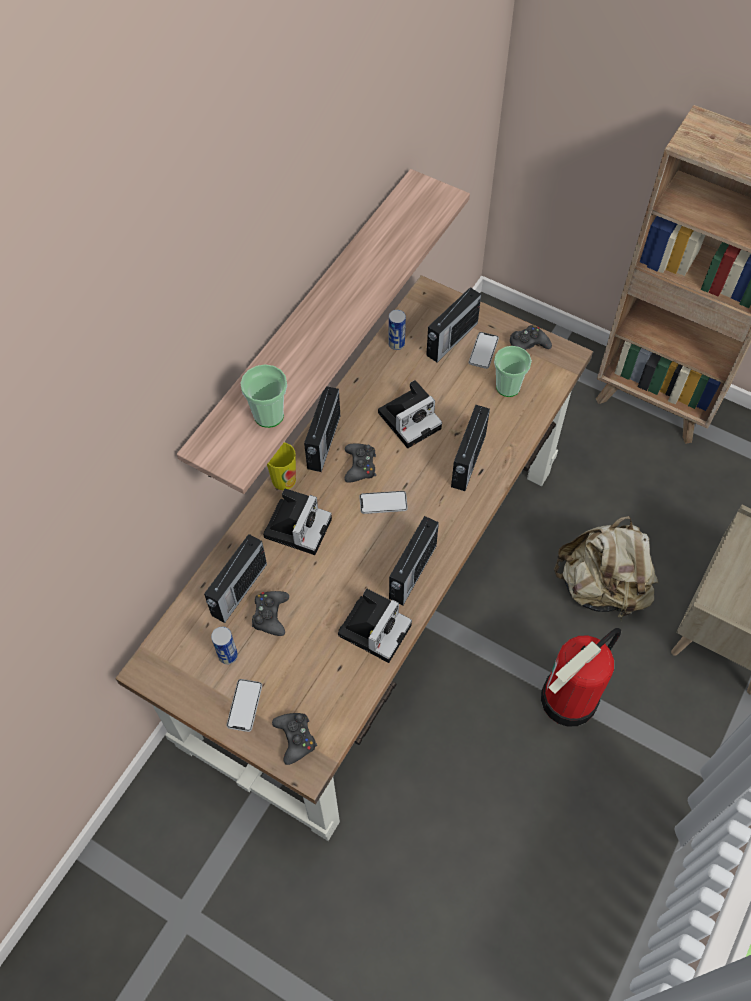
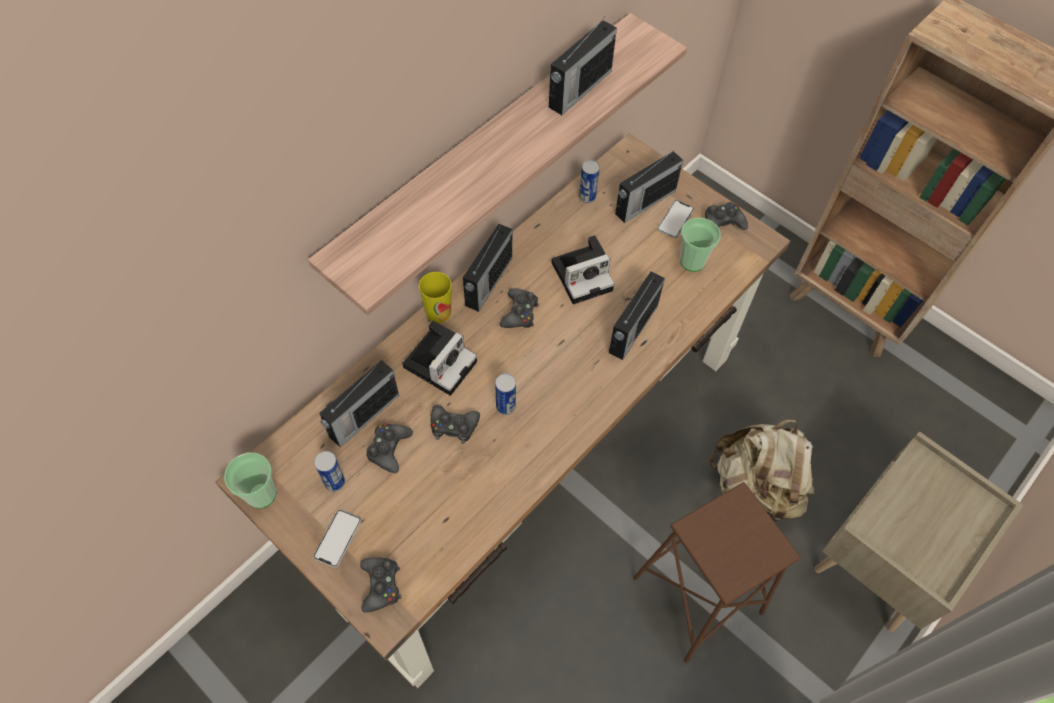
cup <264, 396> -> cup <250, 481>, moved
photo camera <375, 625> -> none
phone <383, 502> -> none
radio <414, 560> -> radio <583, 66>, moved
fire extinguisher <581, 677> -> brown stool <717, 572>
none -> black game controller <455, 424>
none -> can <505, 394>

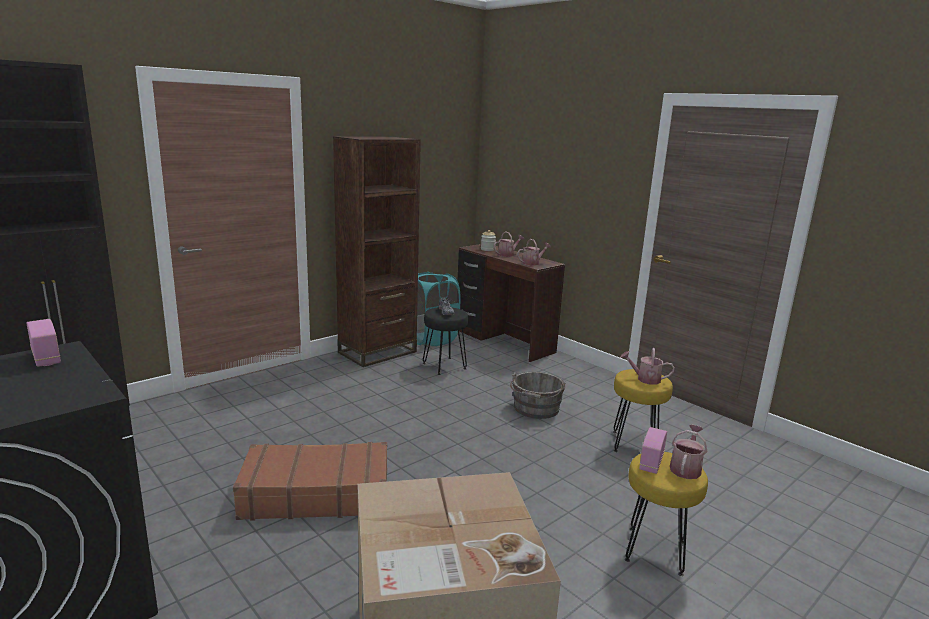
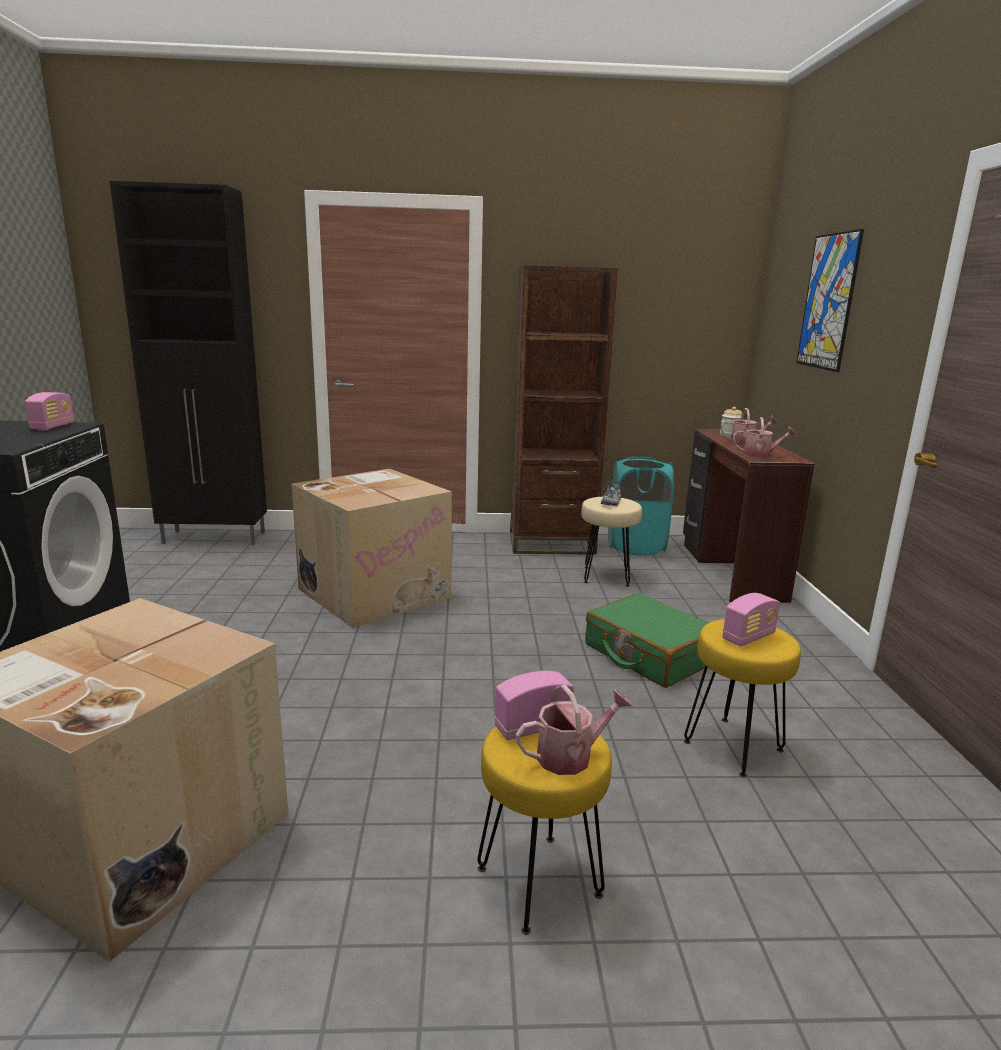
brown suitcase <310, 481> -> none
black stool <445, 341> -> beige stool <611, 541>
grey bucket <538, 395> -> green suitcase <646, 640>
watering can <648, 366> -> radio <751, 619>
none -> cardboard box <372, 548>
none -> picture <830, 300>

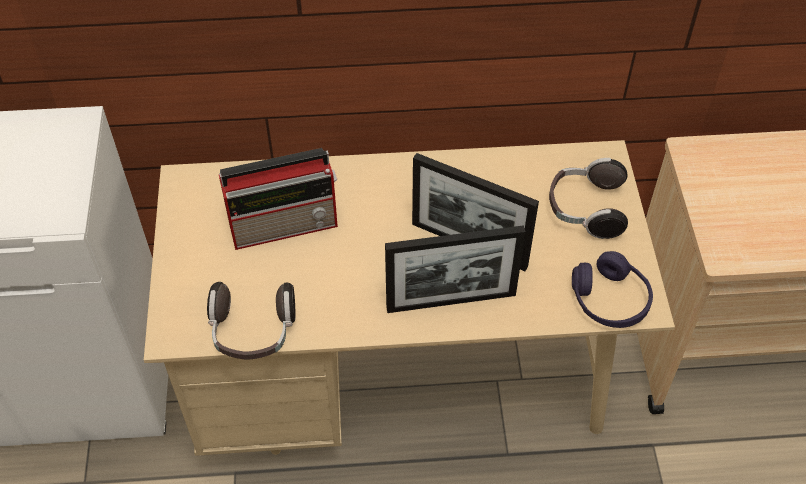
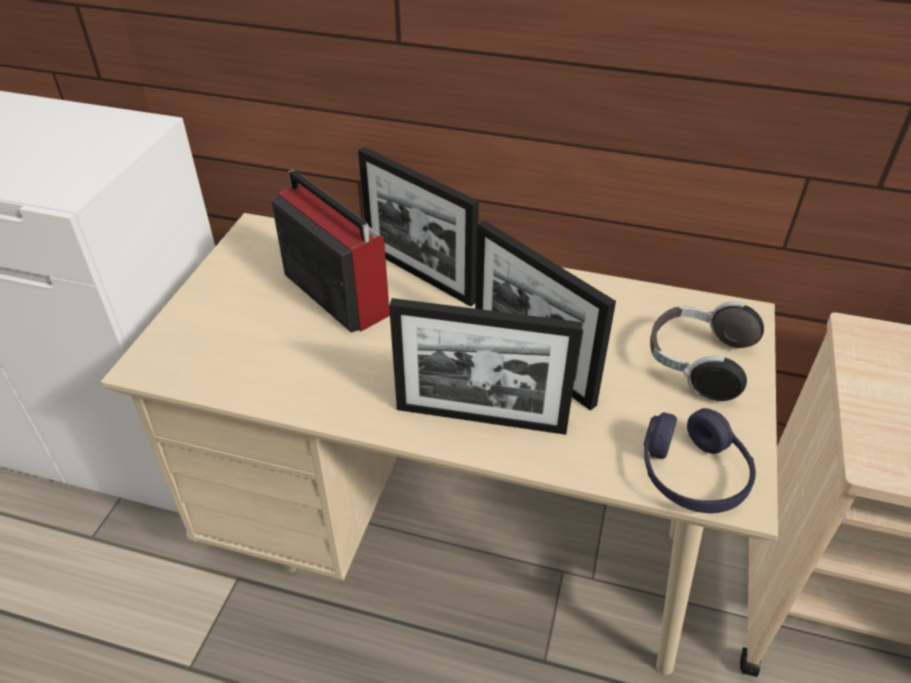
headphones <251, 321> -> none
radio <278, 199> -> radio <330, 251>, 135 degrees counterclockwise
none -> picture frame <418, 227>

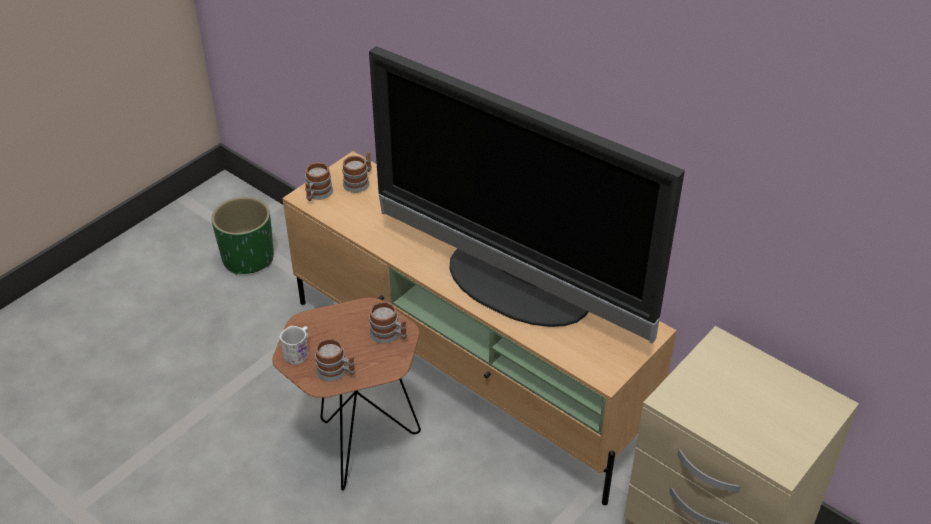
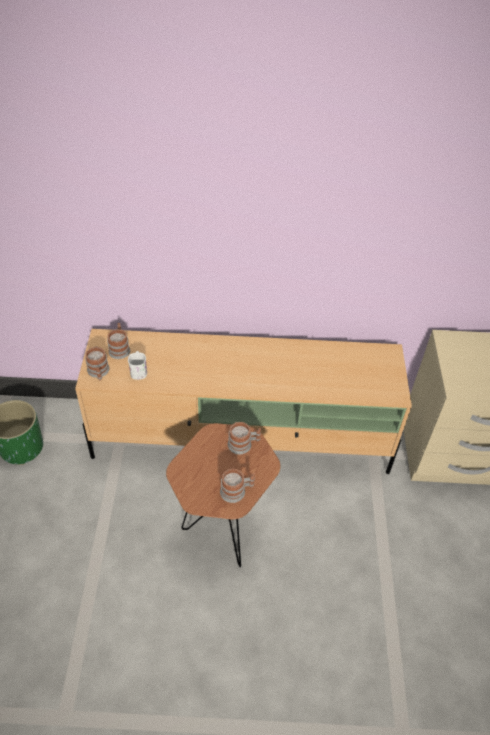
white mug <294, 345> -> white mug <137, 365>, moved
television <527, 195> -> none

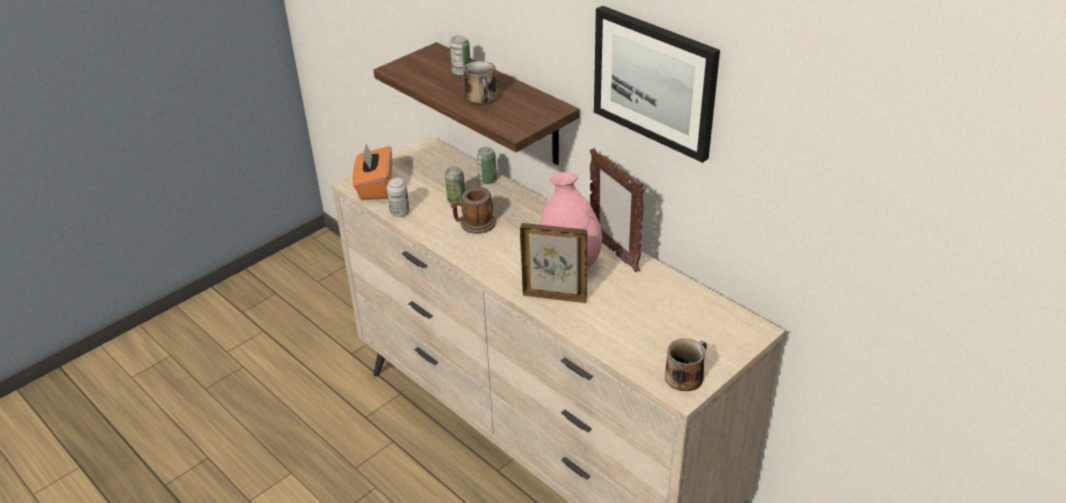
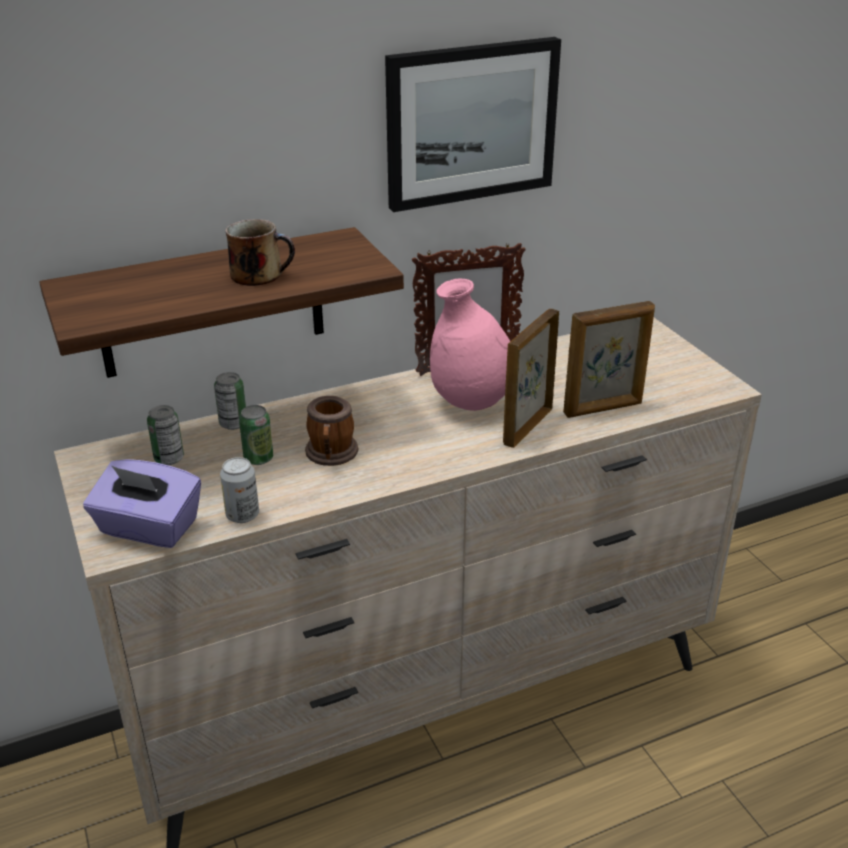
orange tissue box <372, 172> -> purple tissue box <142, 503>
can <460, 55> -> can <165, 435>, moved
mug <686, 364> -> none
none -> picture frame <609, 359>

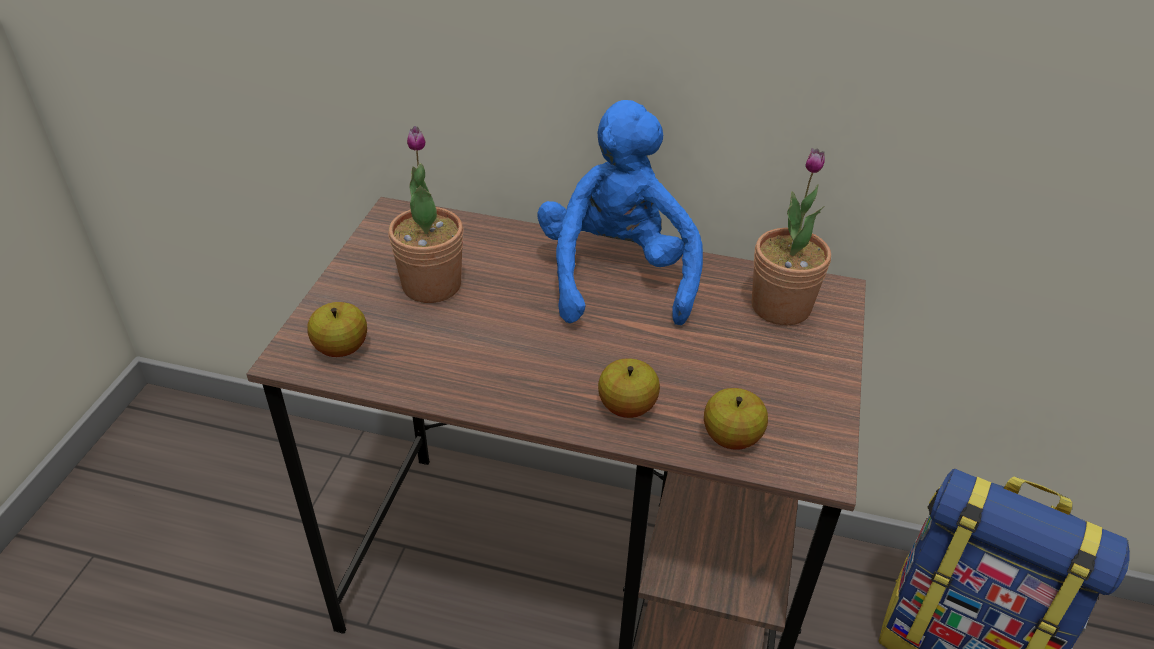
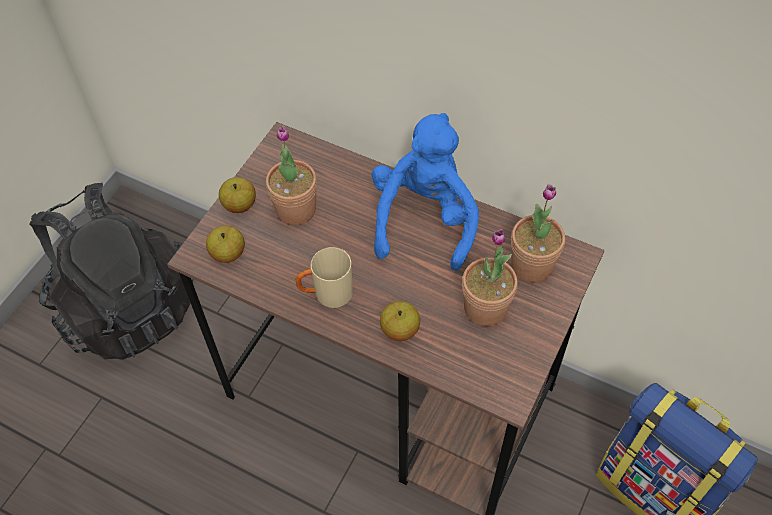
apple <736, 419> -> apple <237, 195>, moved
none -> black backpack <111, 271>
none -> beige mug <324, 277>
none -> potted plant <490, 277>

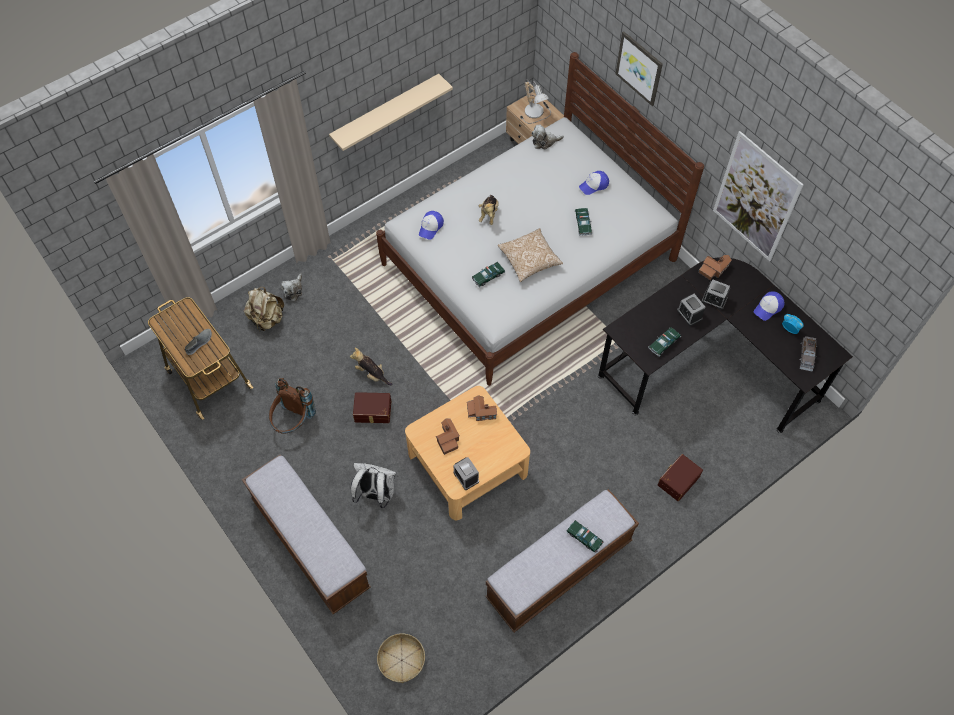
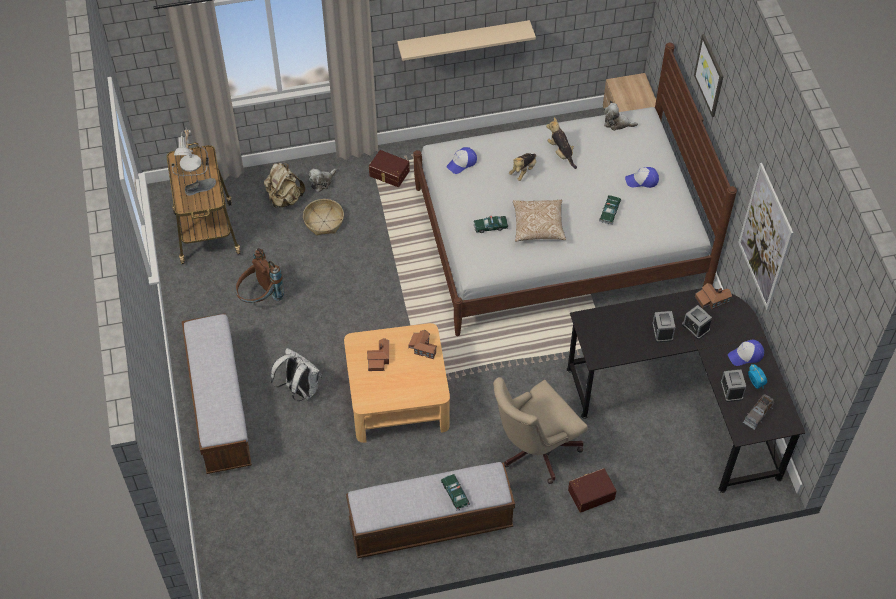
plush toy <371, 366> -> plush toy <561, 143>, moved
brown storage box <372, 407> -> brown storage box <389, 168>, moved
basket <401, 658> -> basket <323, 217>, moved
alarm clock <466, 473> -> alarm clock <733, 385>, moved
table lamp <535, 101> -> table lamp <190, 151>, moved
toy car <664, 342> -> none
none -> beige office chair <540, 430>

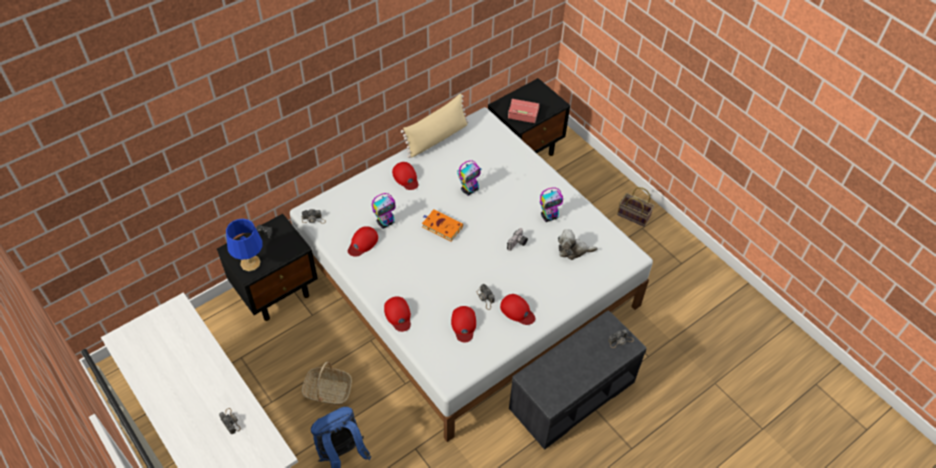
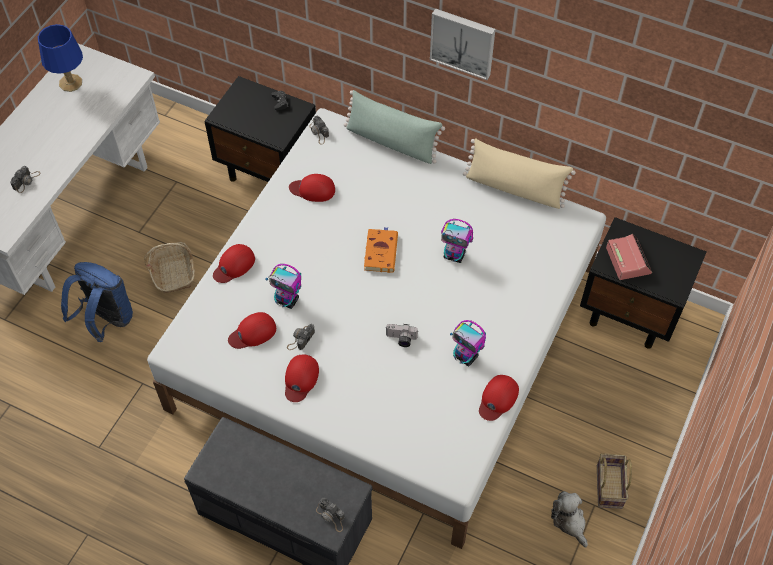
blue table lamp <244, 245> -> blue table lamp <60, 58>, moved
toy robot <384, 211> -> toy robot <283, 286>, moved
red cap <405, 176> -> red cap <499, 398>, moved
plush toy <578, 244> -> plush toy <569, 519>, moved
none -> green pillow <394, 127>
none -> picture <463, 44>

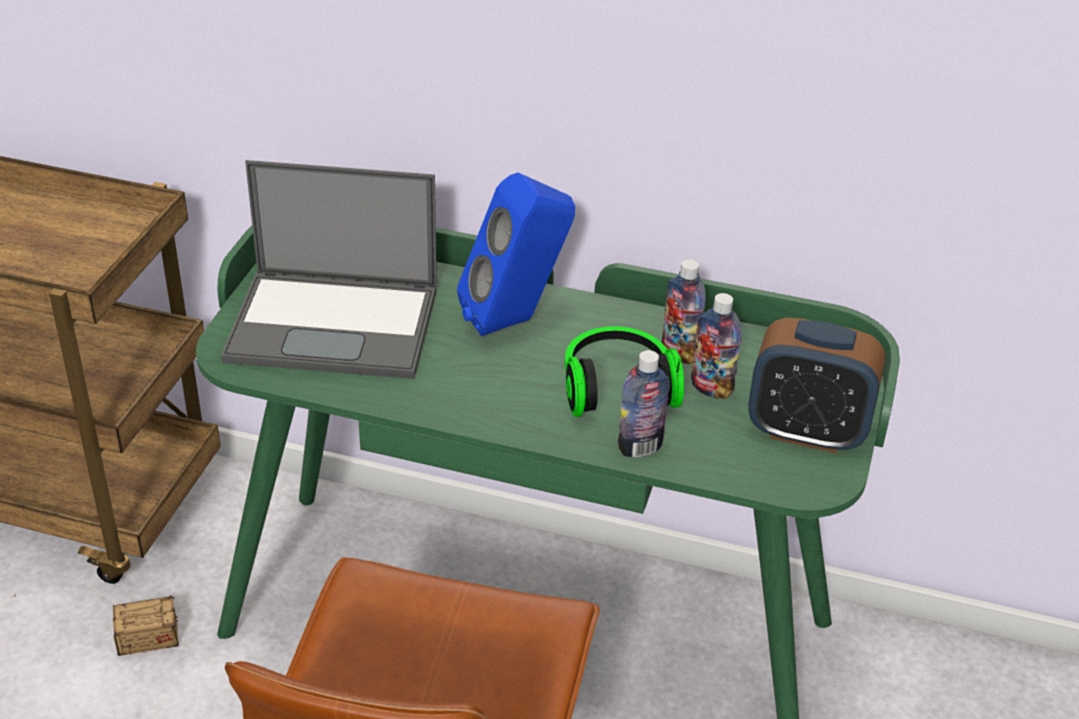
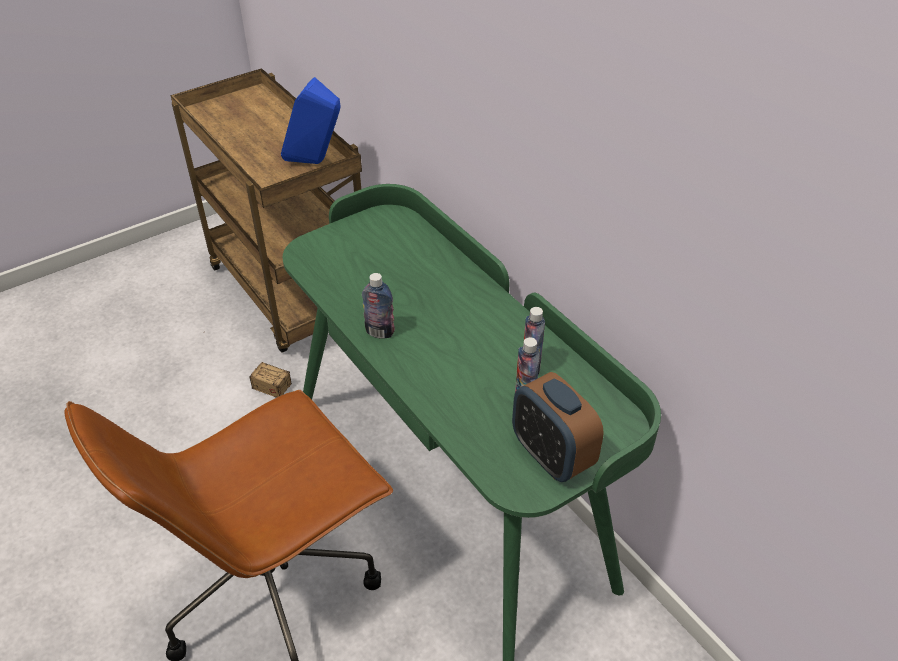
laptop <329, 269> -> none
blue speaker <516, 254> -> blue speaker <310, 120>, moved
headphones <624, 371> -> none
bottle <644, 403> -> bottle <378, 306>, moved

